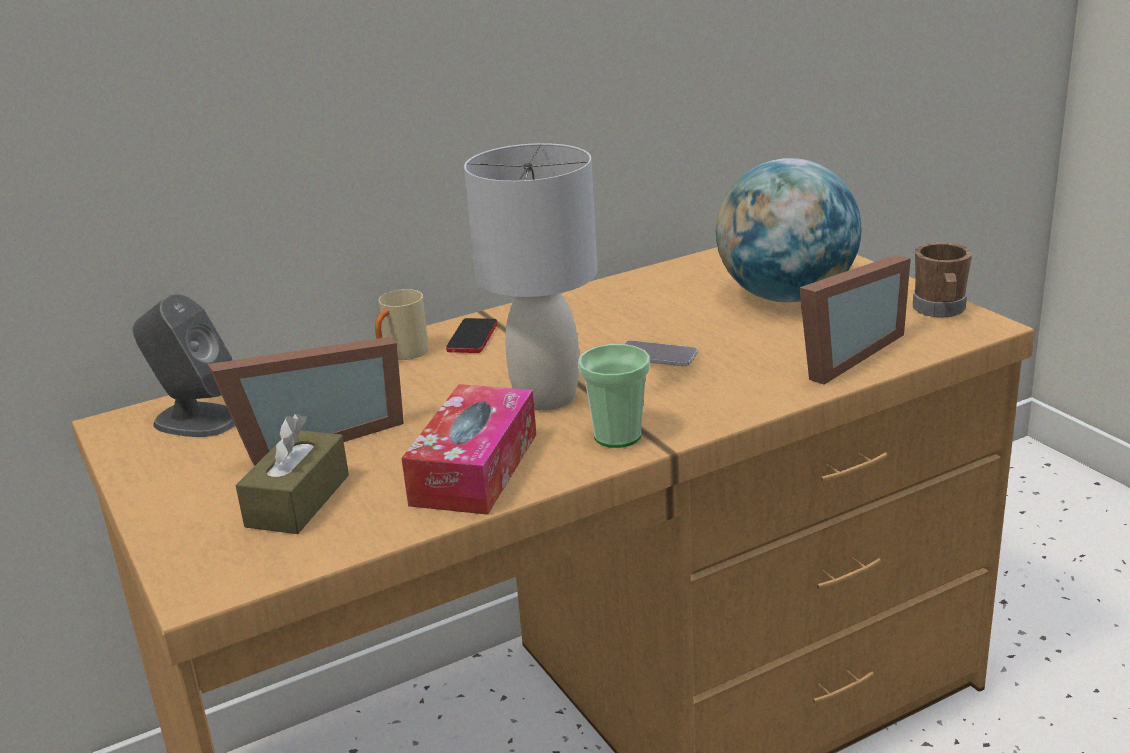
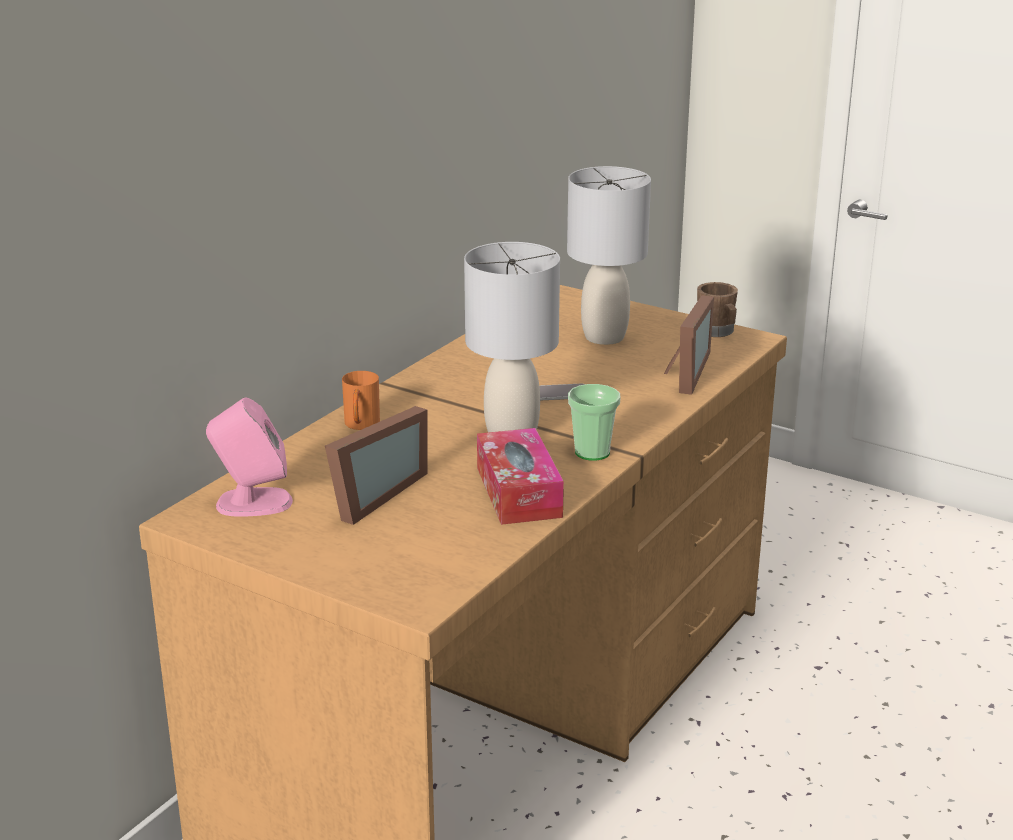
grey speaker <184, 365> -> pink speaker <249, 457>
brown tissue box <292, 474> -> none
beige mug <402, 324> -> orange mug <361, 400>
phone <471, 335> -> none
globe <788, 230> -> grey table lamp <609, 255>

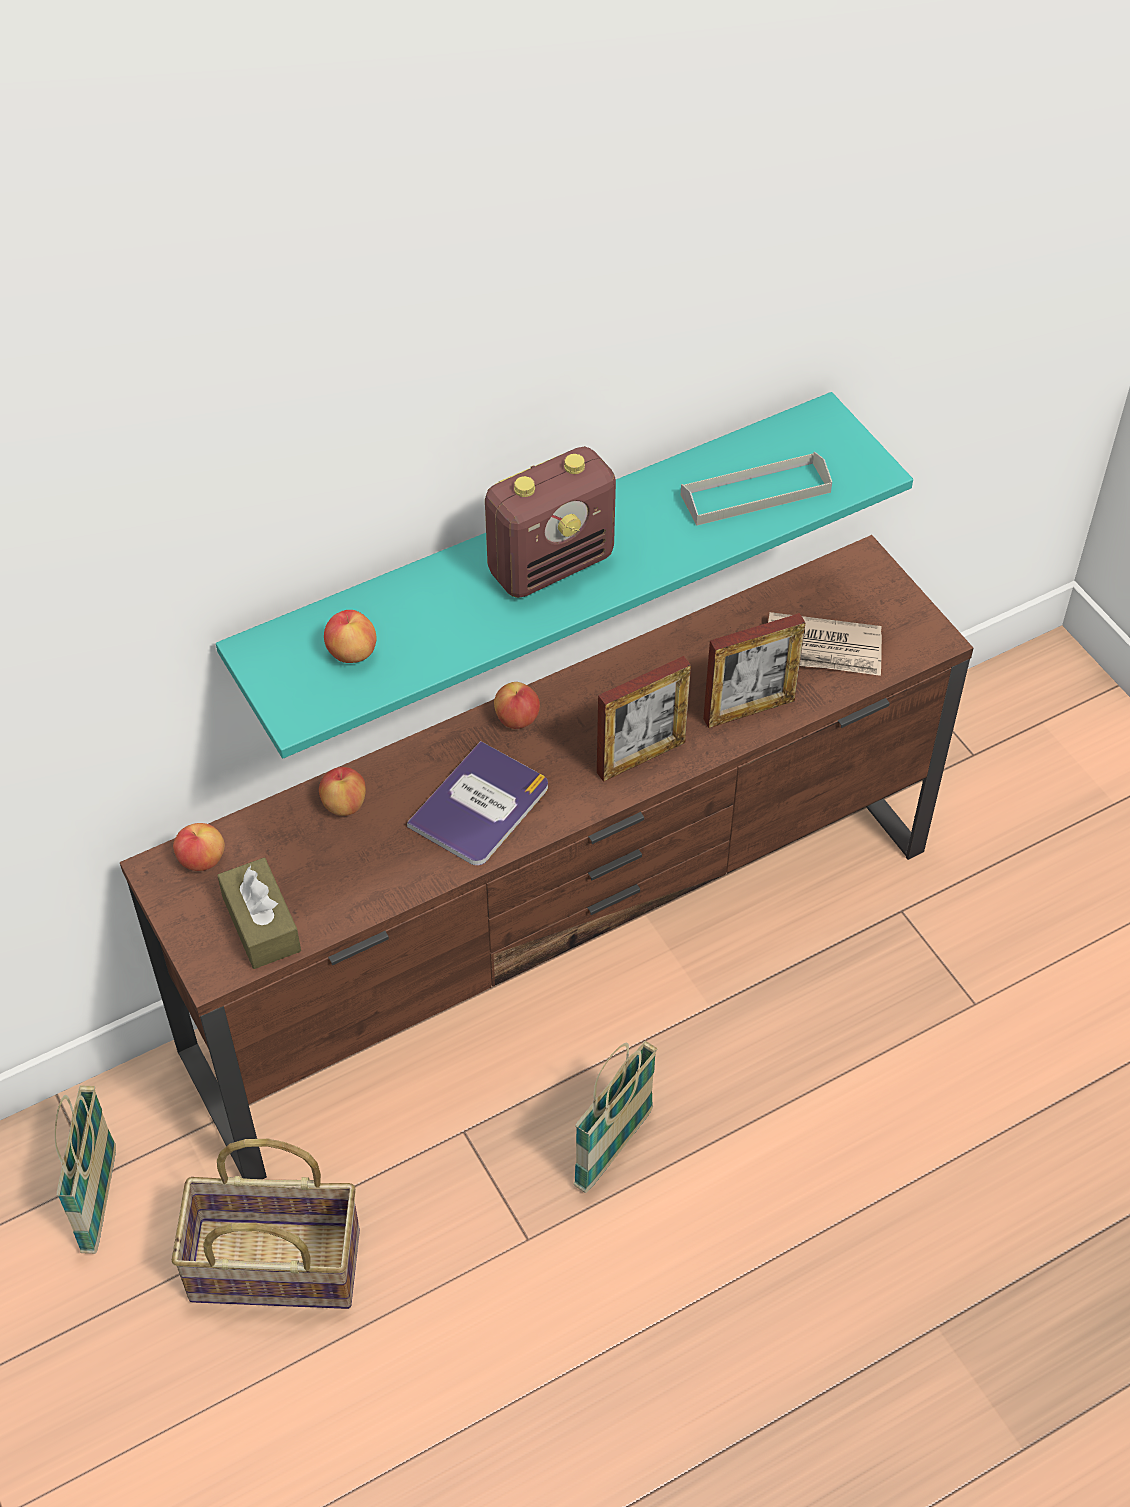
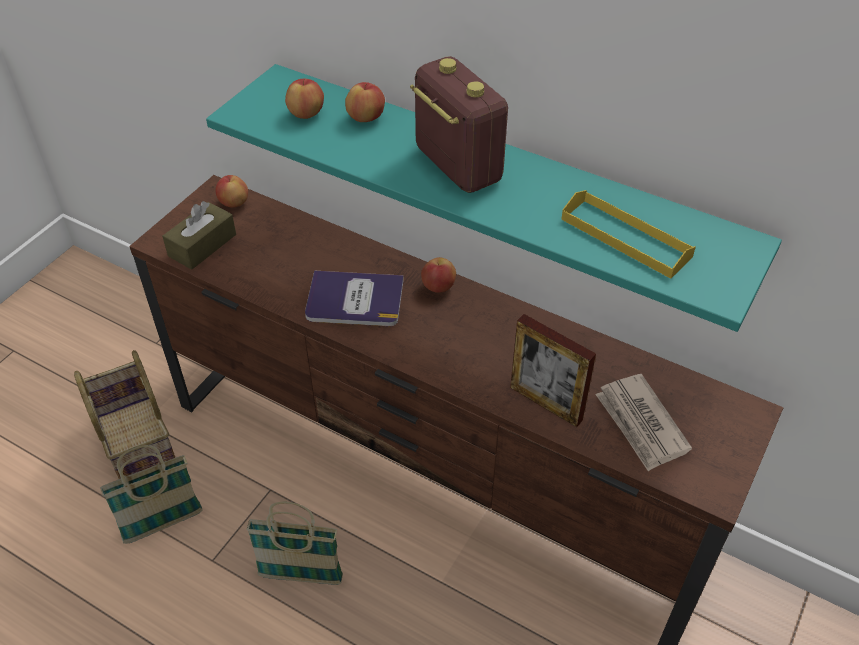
basket <85, 1169> -> basket <151, 494>, moved
apple <342, 791> -> apple <365, 102>, moved
radio <550, 522> -> radio <459, 124>, 150 degrees counterclockwise
picture frame <644, 719> -> none
grey tray <756, 489> -> yellow tray <628, 234>

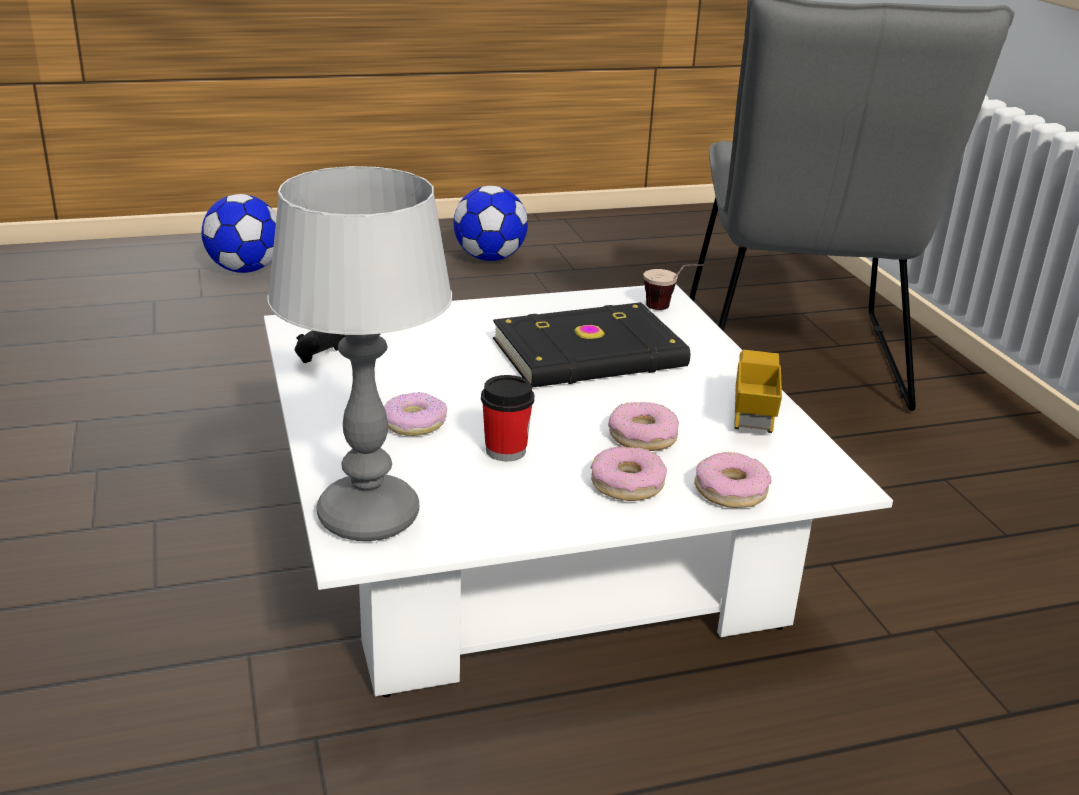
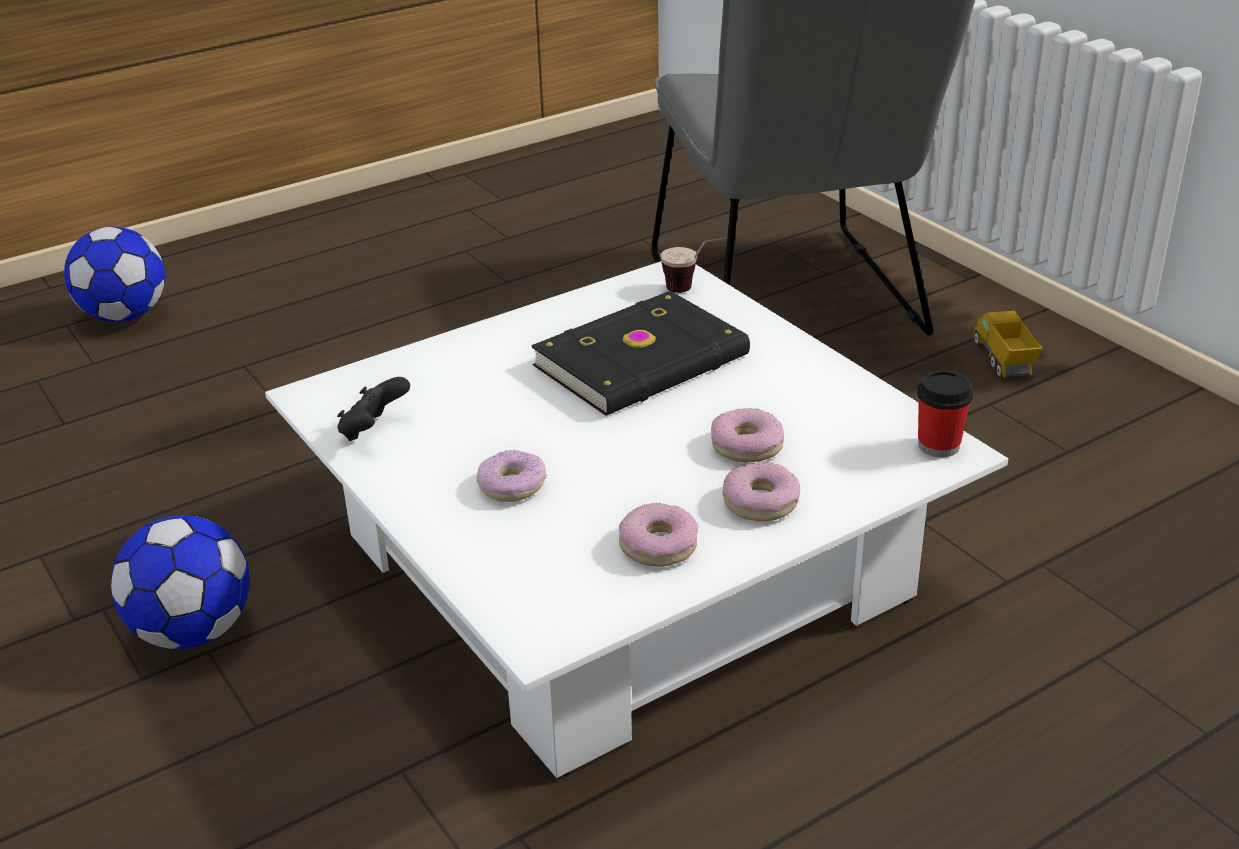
table lamp <359, 353> -> none
football <490, 223> -> football <180, 582>, moved
cup <507, 418> -> cup <945, 413>, moved
donut <733, 480> -> donut <658, 535>, moved
toy truck <758, 391> -> toy truck <1007, 344>, moved

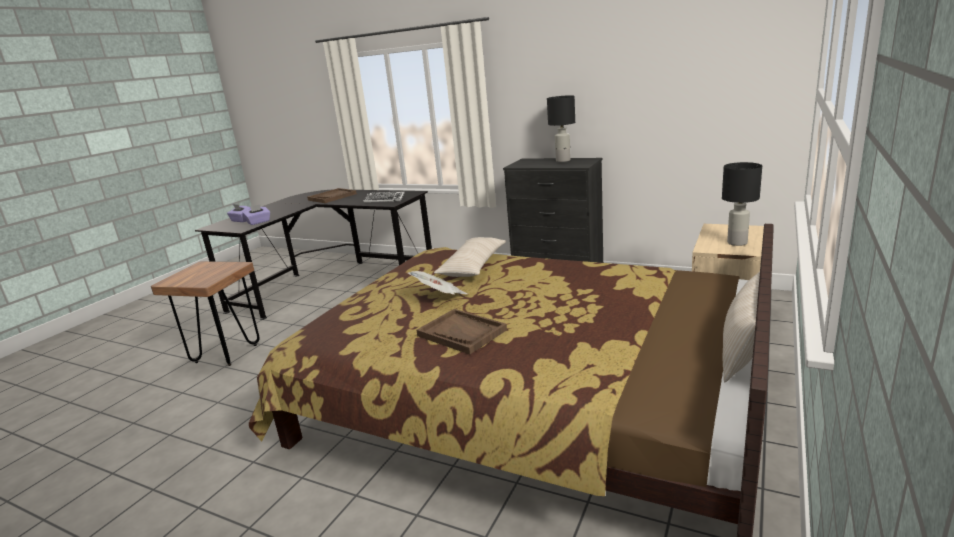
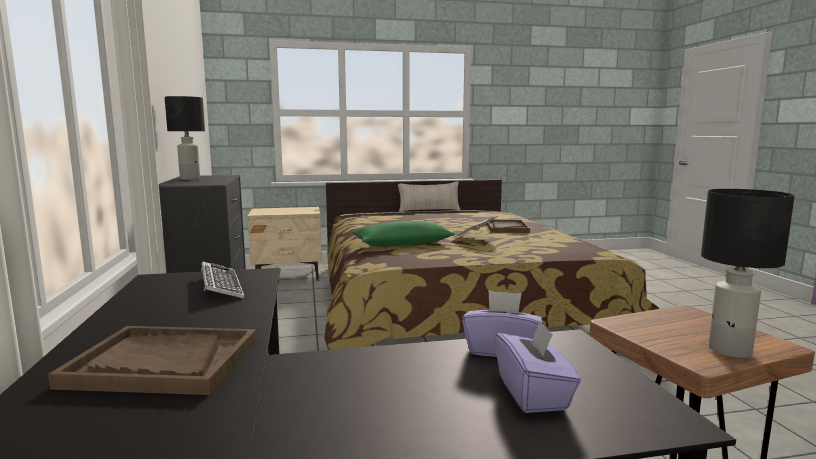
beige pillow <470, 257> -> green pillow <403, 233>
black table lamp <742, 204> -> black table lamp <748, 273>, moved

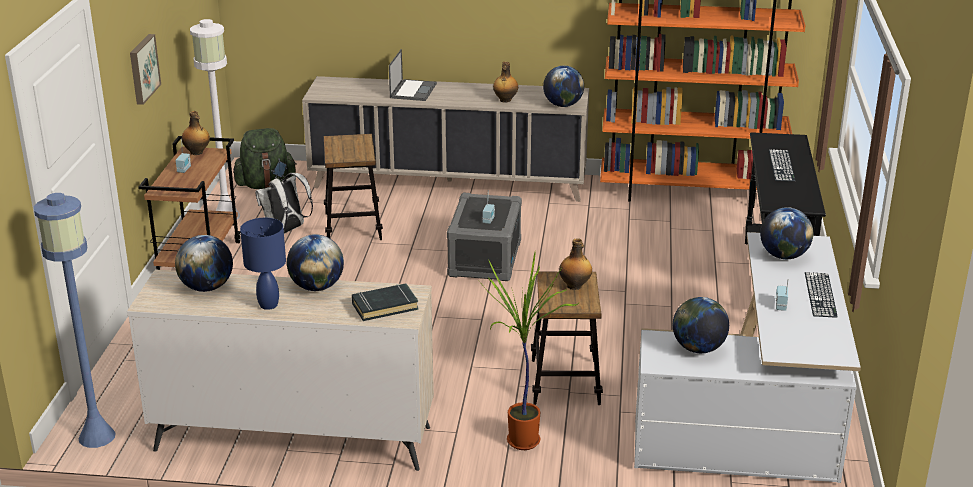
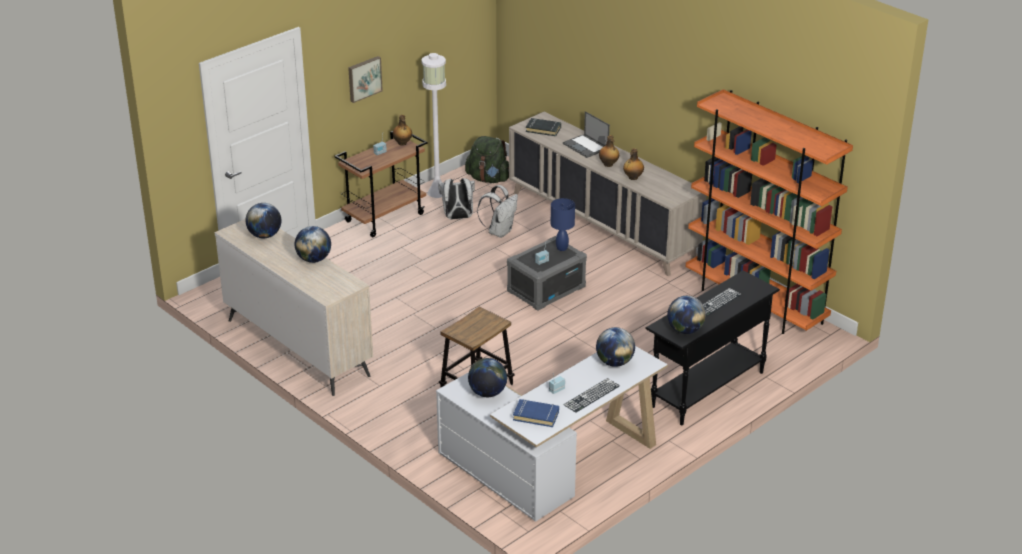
blue floor lamp <75, 320> -> none
blue table lamp <263, 264> -> blue table lamp <563, 224>, moved
stool <353, 187> -> white backpack <497, 211>
black book <385, 302> -> black book <543, 127>, moved
laptop <413, 75> -> laptop <586, 134>, 90 degrees clockwise
potted plant <529, 351> -> none
globe <563, 86> -> globe <686, 315>, moved
bottle <575, 264> -> bottle <609, 151>, moved
none -> blue book <536, 413>

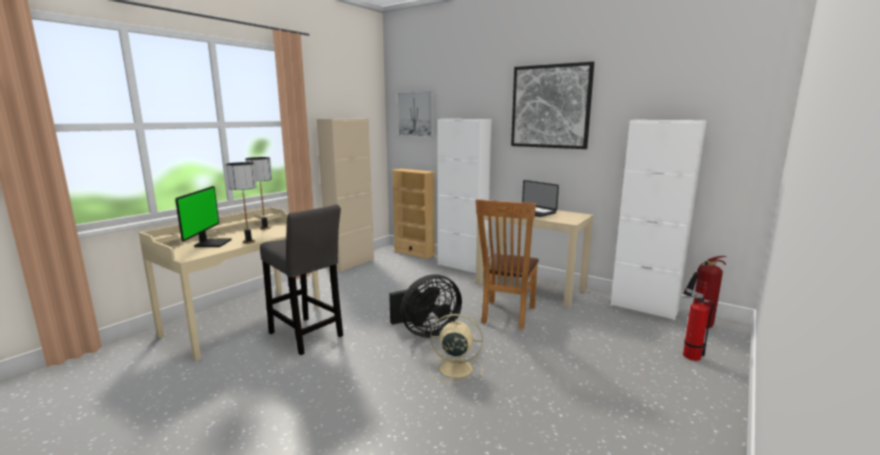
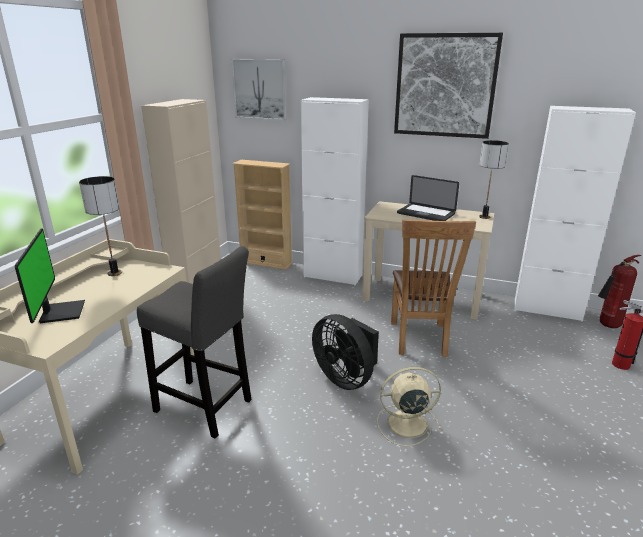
table lamp <241, 203> -> table lamp <494, 179>, moved
black fan <425, 306> -> black fan <345, 352>, 90 degrees clockwise

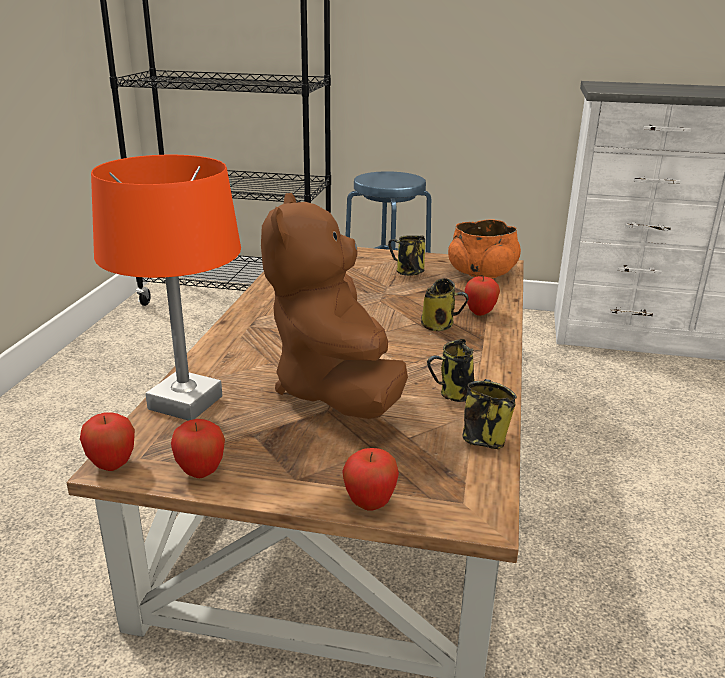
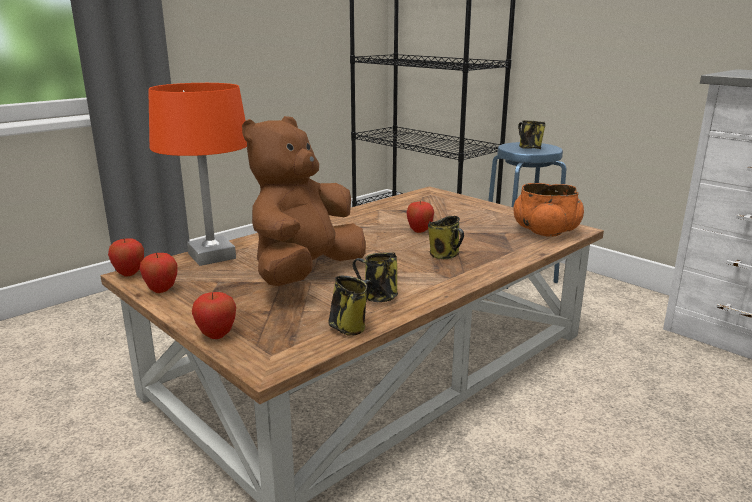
mug <406, 255> -> mug <531, 134>, moved
apple <482, 296> -> apple <420, 217>, moved

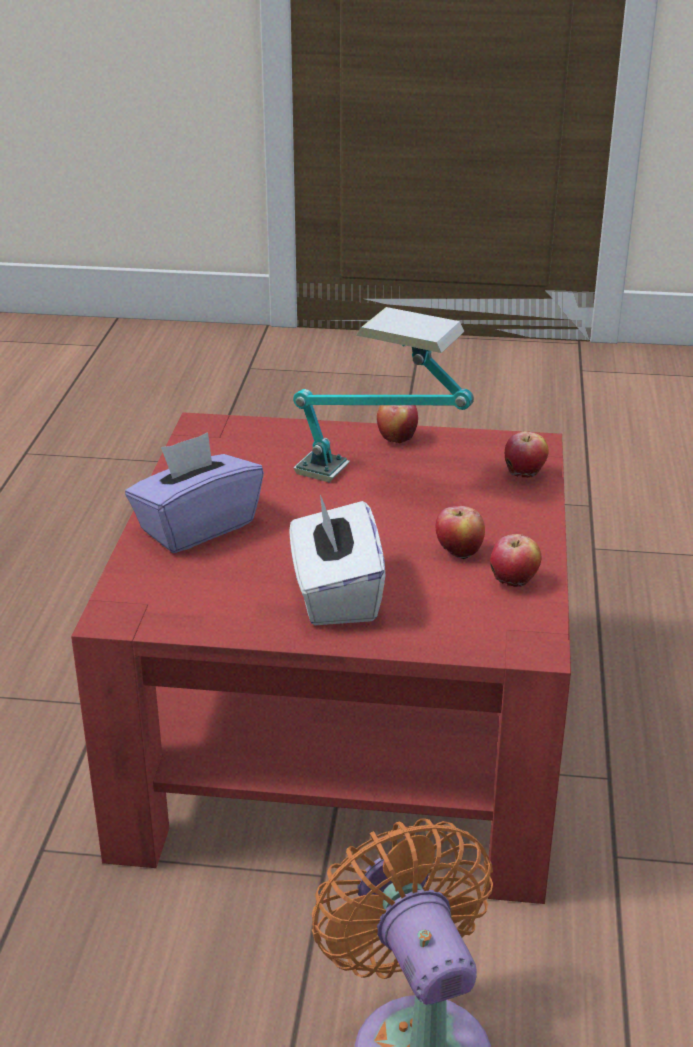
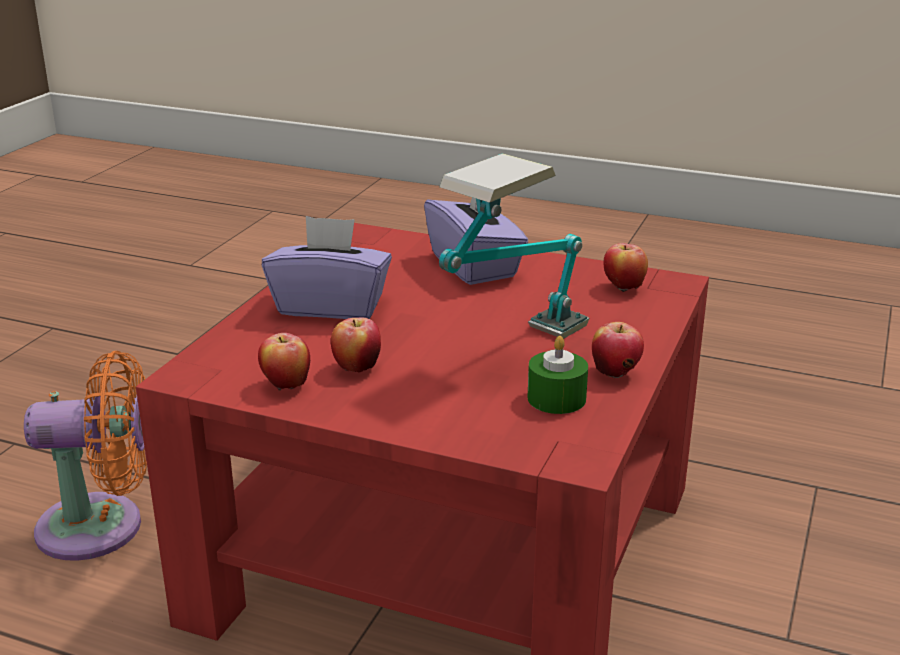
white tissue box <337, 559> -> purple tissue box <327, 267>
apple <527, 454> -> apple <625, 267>, moved
none -> green candle <558, 375>

